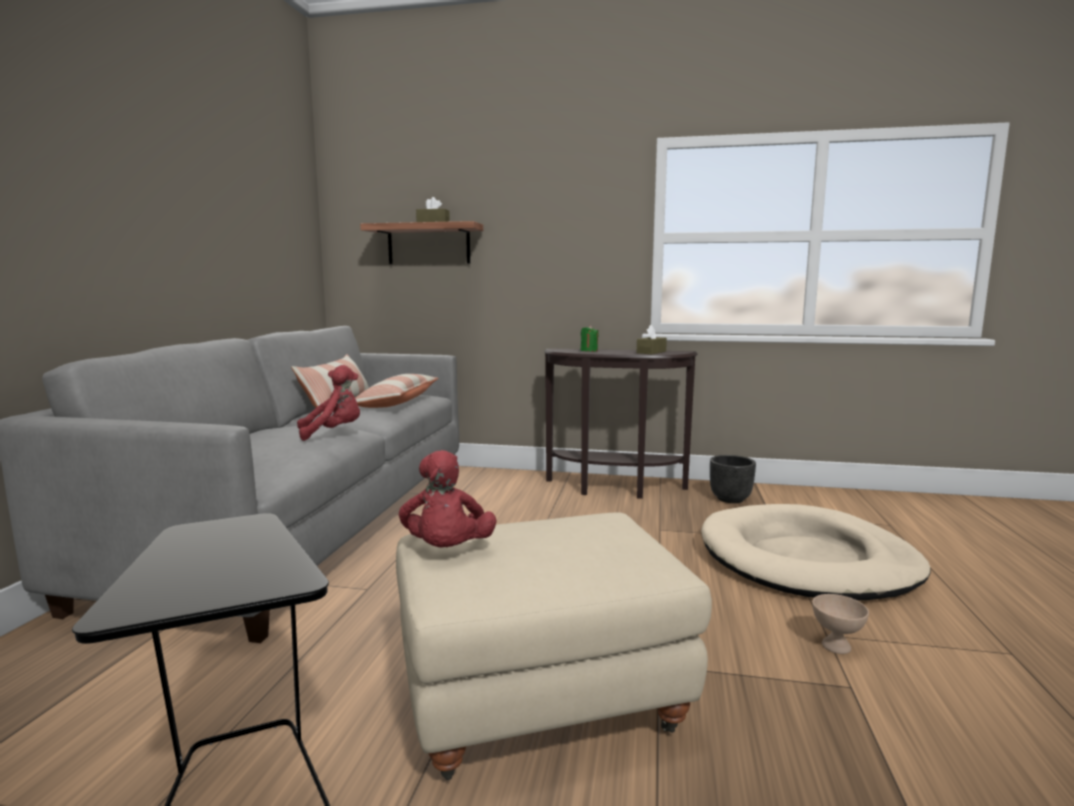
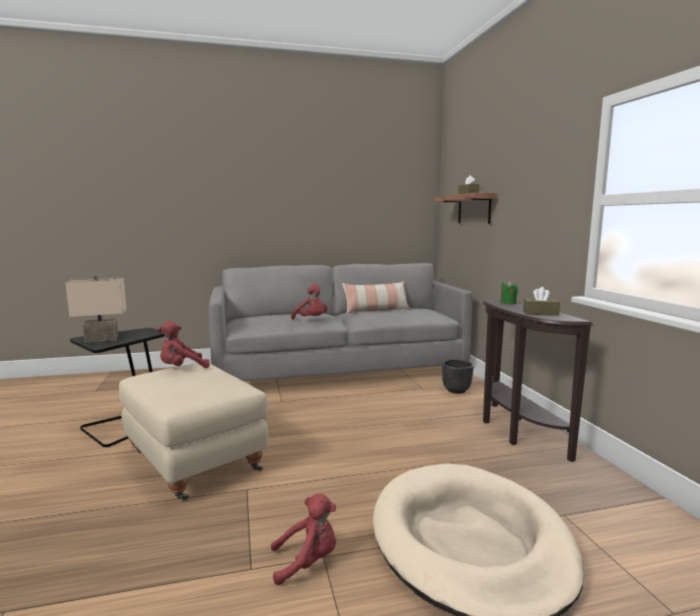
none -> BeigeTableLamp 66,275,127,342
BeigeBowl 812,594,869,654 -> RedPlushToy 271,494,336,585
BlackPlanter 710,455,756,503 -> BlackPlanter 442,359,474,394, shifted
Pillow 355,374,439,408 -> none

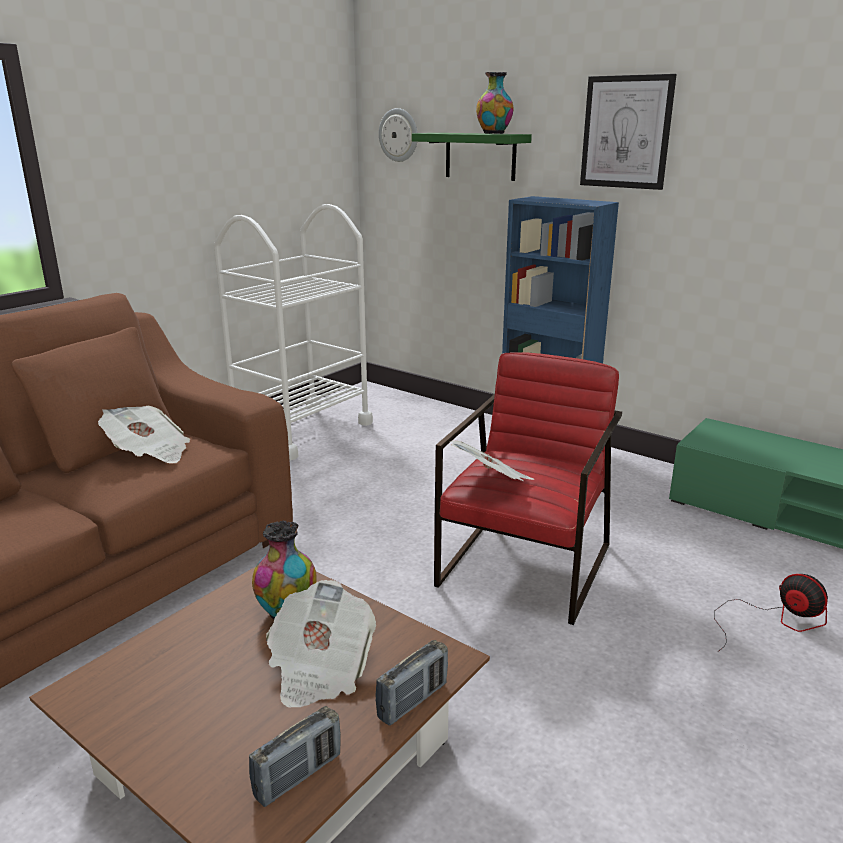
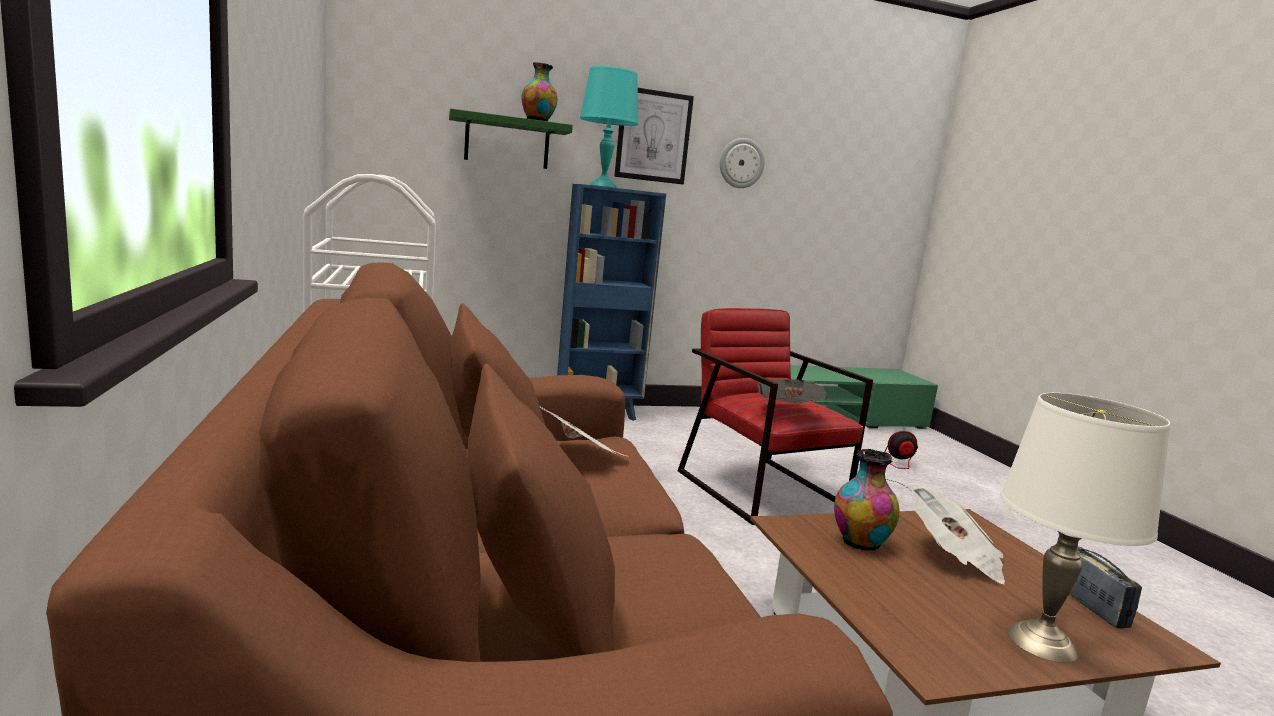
none -> TurquoiseTableLamp 580,66,639,188
WallClock 379,108,418,162 -> WallClock 720,138,765,188, shifted
none -> WhiteTableLamp 1000,393,1170,663
Radio 375,640,448,726 -> none

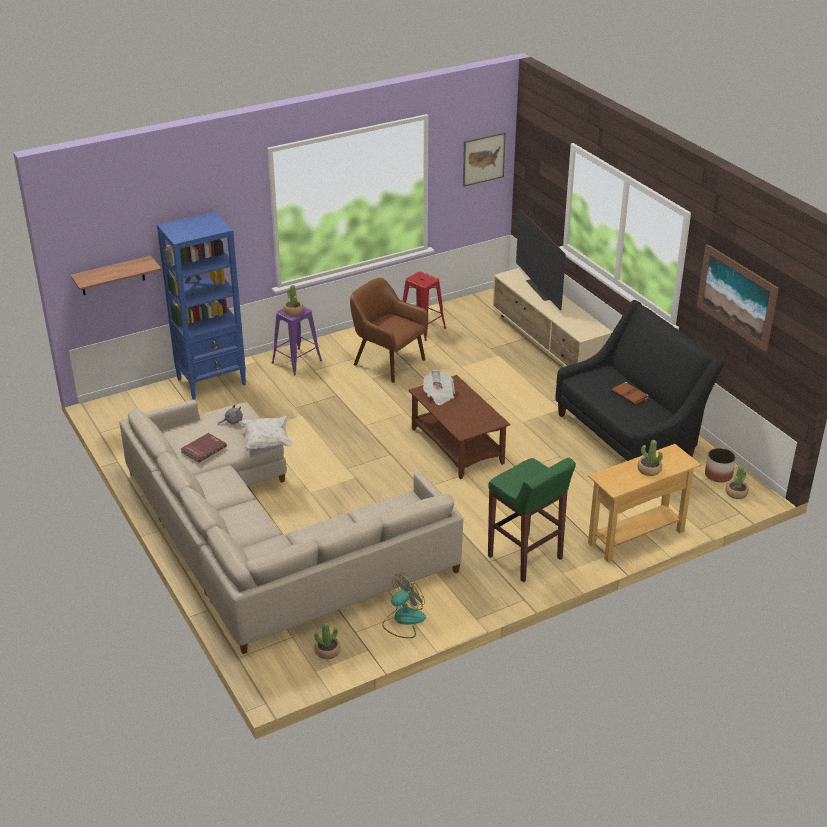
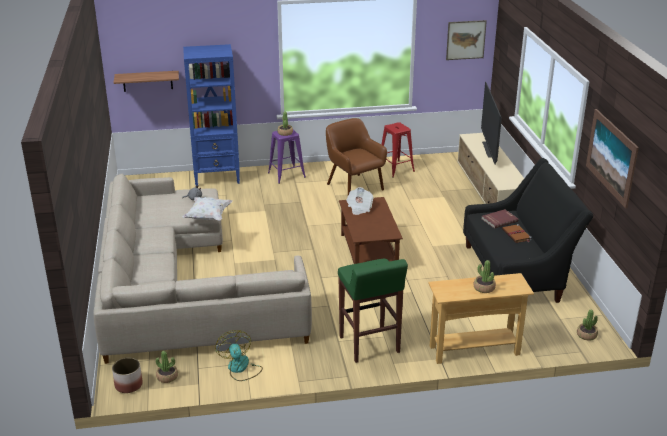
Planter 705,448,736,483 -> Planter 112,358,143,393, shifted
Fan 382,573,426,638 -> Fan 215,330,263,381, 90 degrees counterclockwise
RedBook 181,433,227,463 -> RedBook 482,209,519,229, shifted

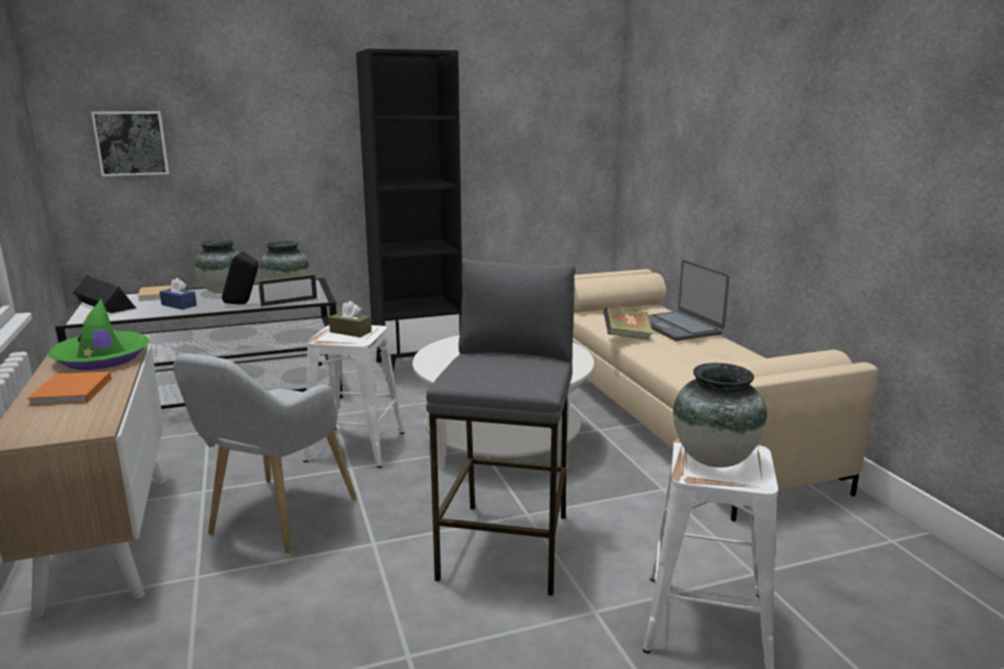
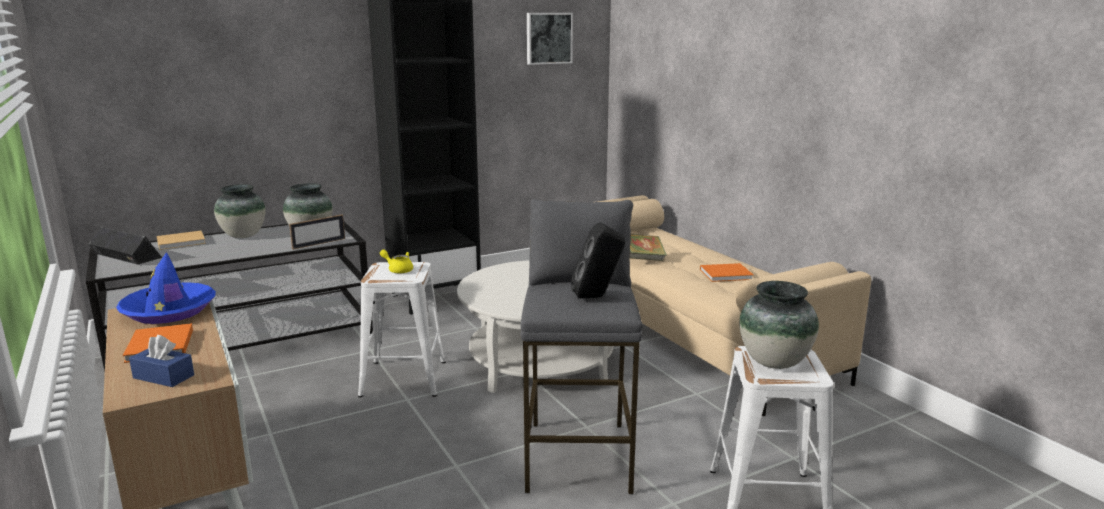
GreenHat 48,299,149,370 -> BlueHat 116,252,216,324
BlueTissueBox 160,278,197,309 -> BlueTissueBox 129,335,194,387, shifted
BrownTissueBox 329,301,372,337 -> YellowTeapot 380,249,413,274
Picture 91,111,169,176 -> Picture 527,13,573,65, shifted
BlackSpeaker 222,251,259,304 -> BlackSpeaker 571,222,625,298, shifted
none -> OrangeBook 700,263,754,282
GreyArmchair 173,353,357,553 -> none
Laptop 648,260,730,341 -> none

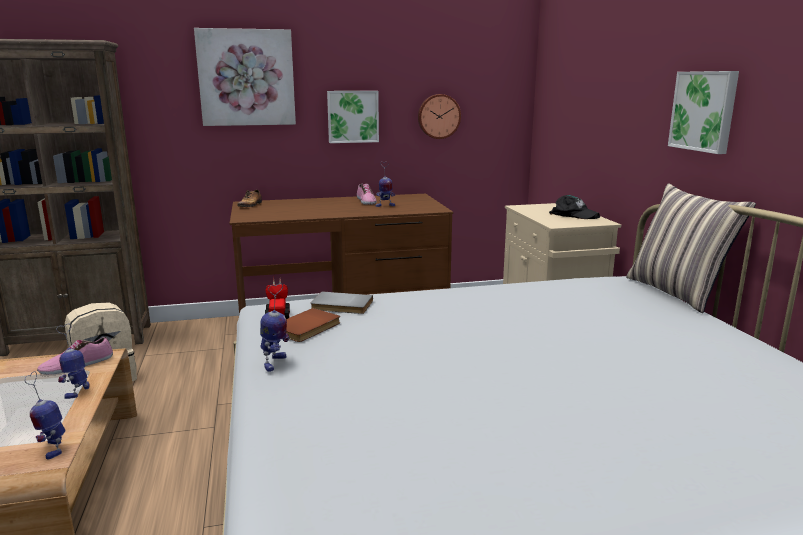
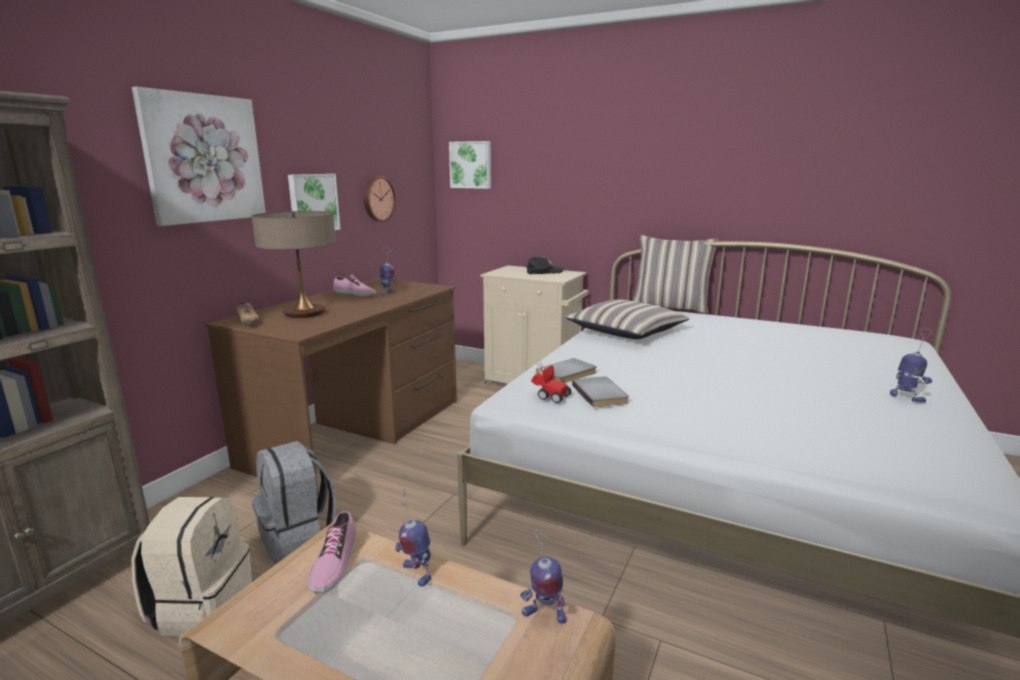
none -> GreyBackpack 251,441,336,563
none -> TableLamp 252,211,336,318
Picture 668,71,739,154 -> Picture 449,141,491,189, shifted
none -> Pillow 565,299,689,339
BrownBook 286,308,340,342 -> GreyBook 572,377,629,407
ToyRobot 260,283,289,372 -> ToyRobot 890,327,932,403, shifted

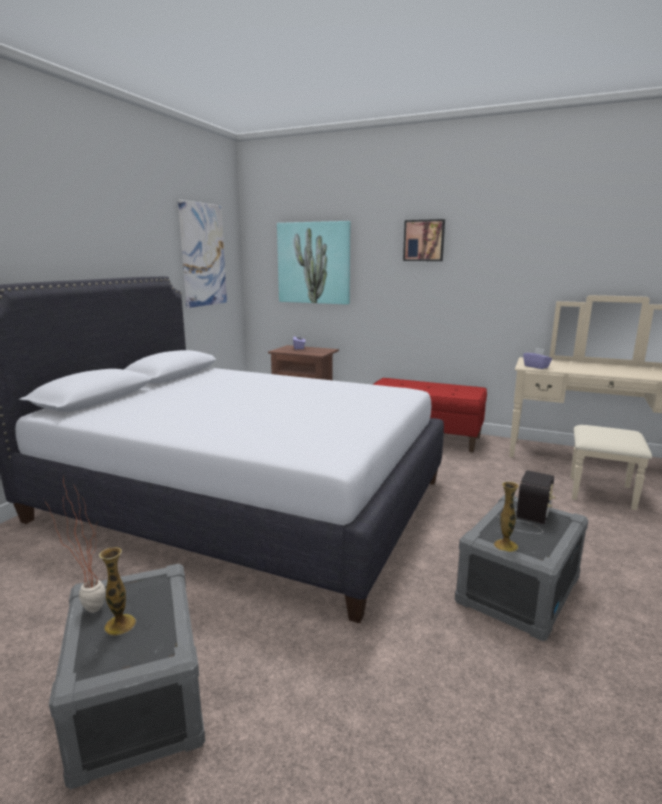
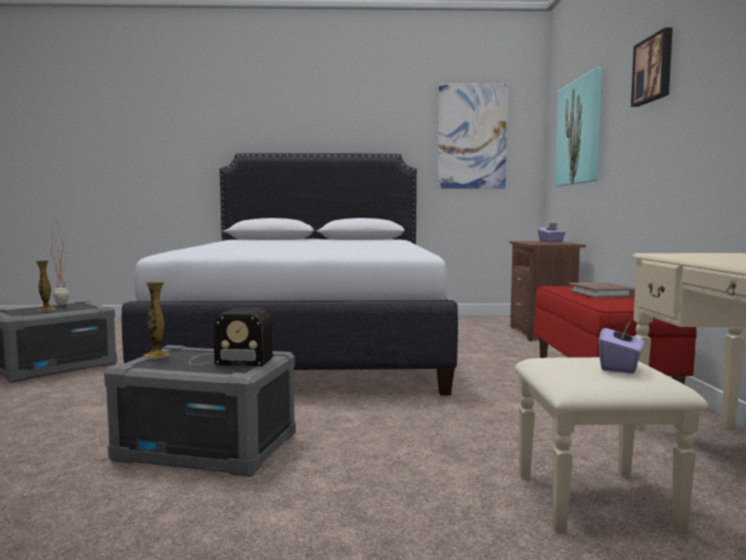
none -> BrownBook 569,282,635,298
PurpleTissueBox 523,348,552,369 -> PurpleTissueBox 599,320,644,374, shifted

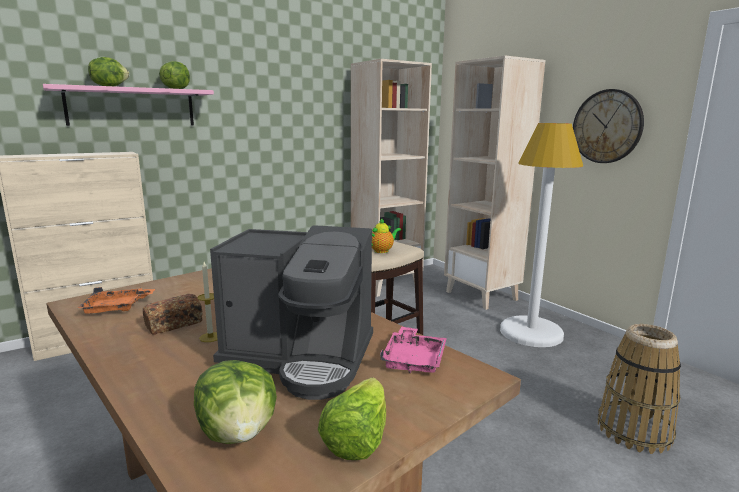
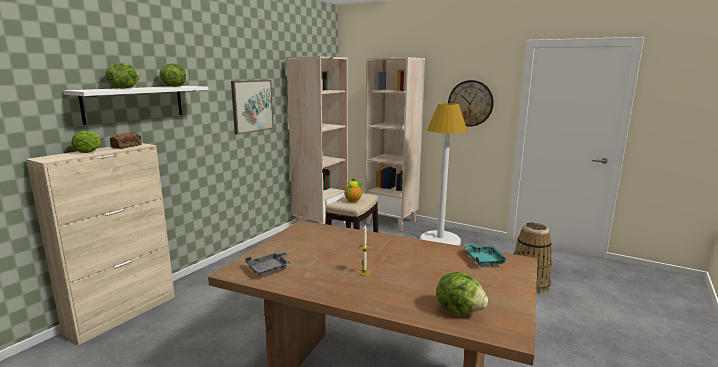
PinkShelf 43,84,214,126 -> WhiteShelf 63,86,209,125
Lettuce 318,377,386,460 -> Lettuce 72,131,101,153, shifted
Bread 143,294,203,335 -> Bread 110,132,142,149, shifted
none -> Picture 231,80,274,135
OrangeTray 78,287,155,314 -> GreyTray 245,251,291,276
PinkTray 380,326,447,373 -> TurquoiseTray 464,244,508,266
CoffeeMachine 210,225,373,400 -> none

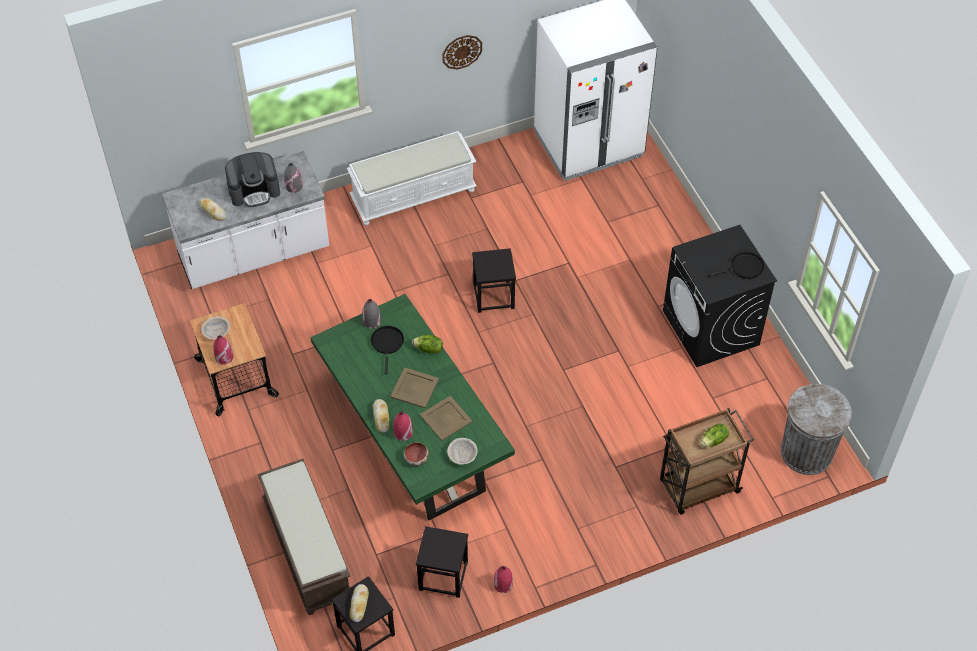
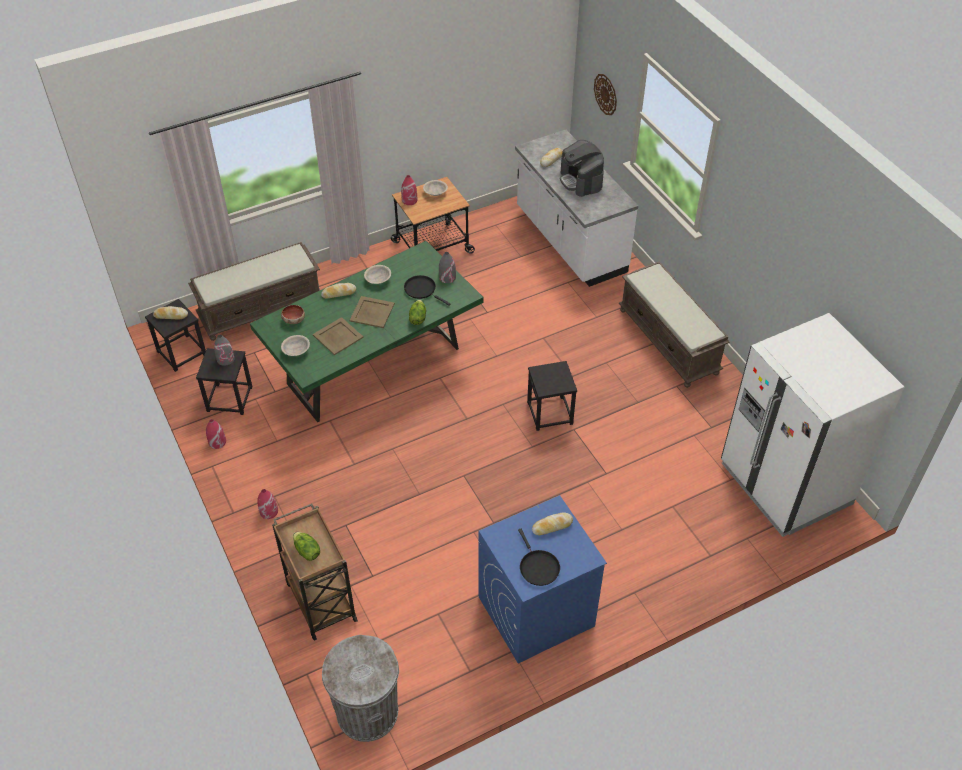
GreyVase 284,163,302,193 -> GreyVase 214,335,234,366, shifted
RedVase 393,411,413,441 -> RedVase 257,489,278,519, shifted
none -> BeigeBowl 364,265,391,284
BlackFryingPan 371,326,404,375 -> BlackFryingPan 404,275,451,306, 135 degrees counterclockwise
BlackWashingMachine 663,225,777,367 -> BlueWashingMachine 478,495,607,664
none -> Bread 532,512,573,535
WallClock 442,35,482,70 -> WallClock 594,74,617,115, shifted
WhiteBench 347,131,477,226 -> BrownBench 619,262,730,388

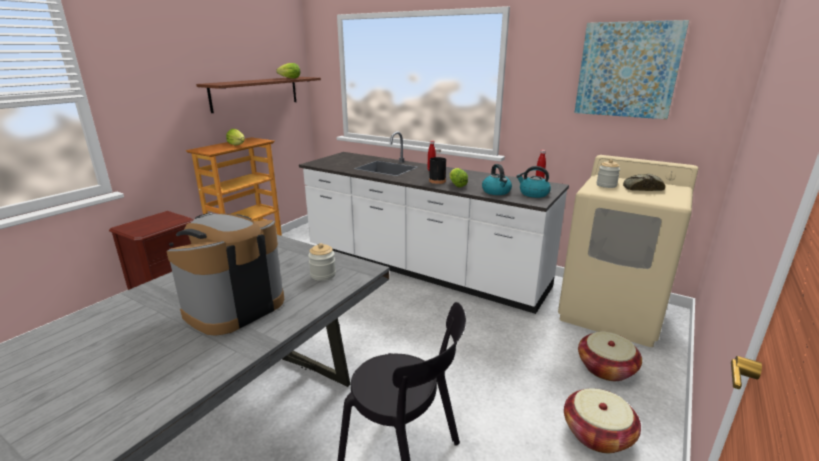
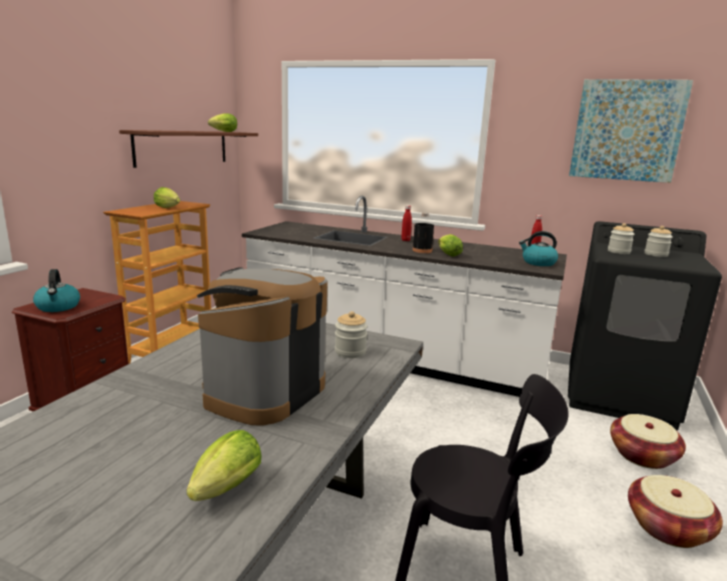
Kettle 482,164,512,195 -> Kettle 33,269,80,312, shifted
none -> Lettuce 187,430,262,501
BeigeWashingMachine 558,155,698,347 -> BlackWashingMachine 568,221,722,430
Bread 623,174,665,191 -> Jar 645,226,673,257

